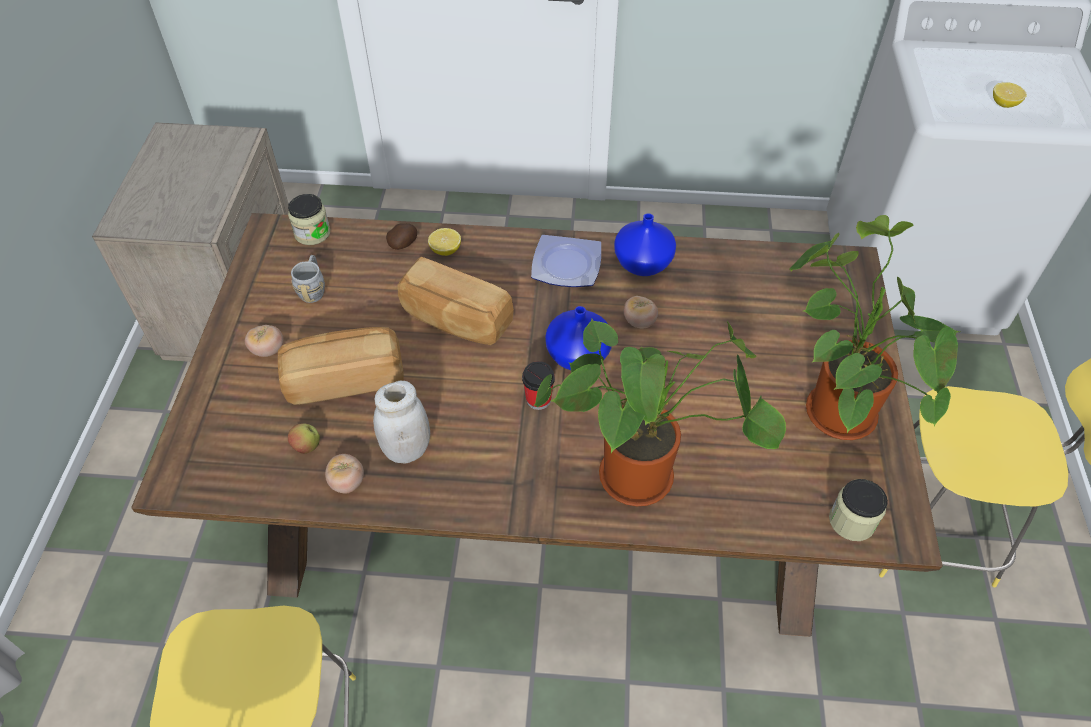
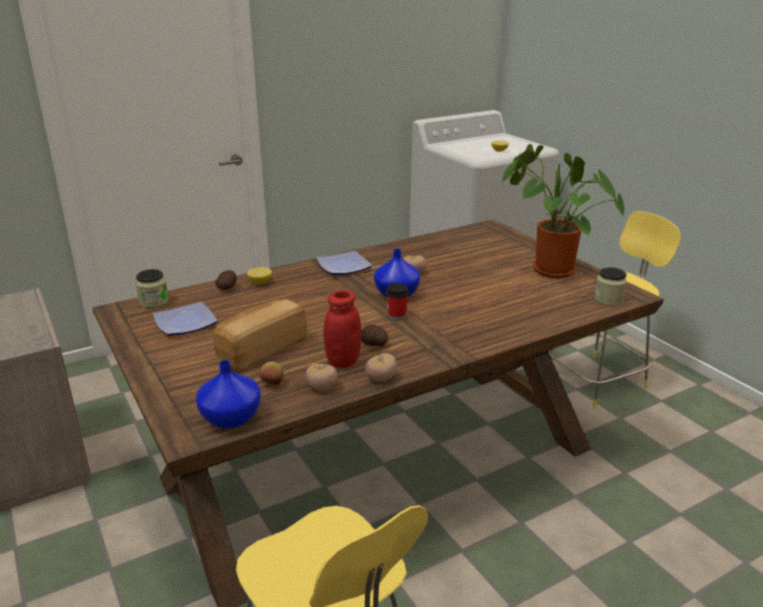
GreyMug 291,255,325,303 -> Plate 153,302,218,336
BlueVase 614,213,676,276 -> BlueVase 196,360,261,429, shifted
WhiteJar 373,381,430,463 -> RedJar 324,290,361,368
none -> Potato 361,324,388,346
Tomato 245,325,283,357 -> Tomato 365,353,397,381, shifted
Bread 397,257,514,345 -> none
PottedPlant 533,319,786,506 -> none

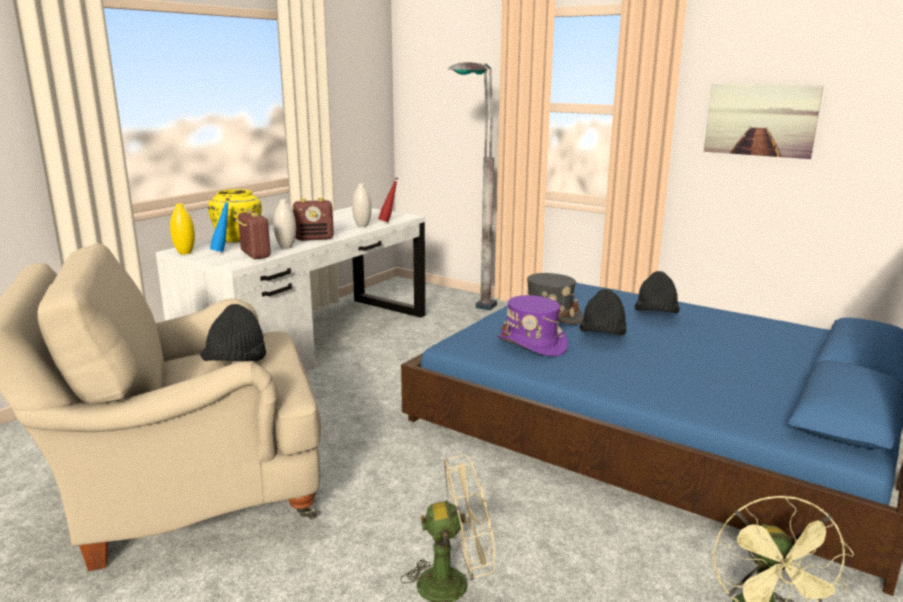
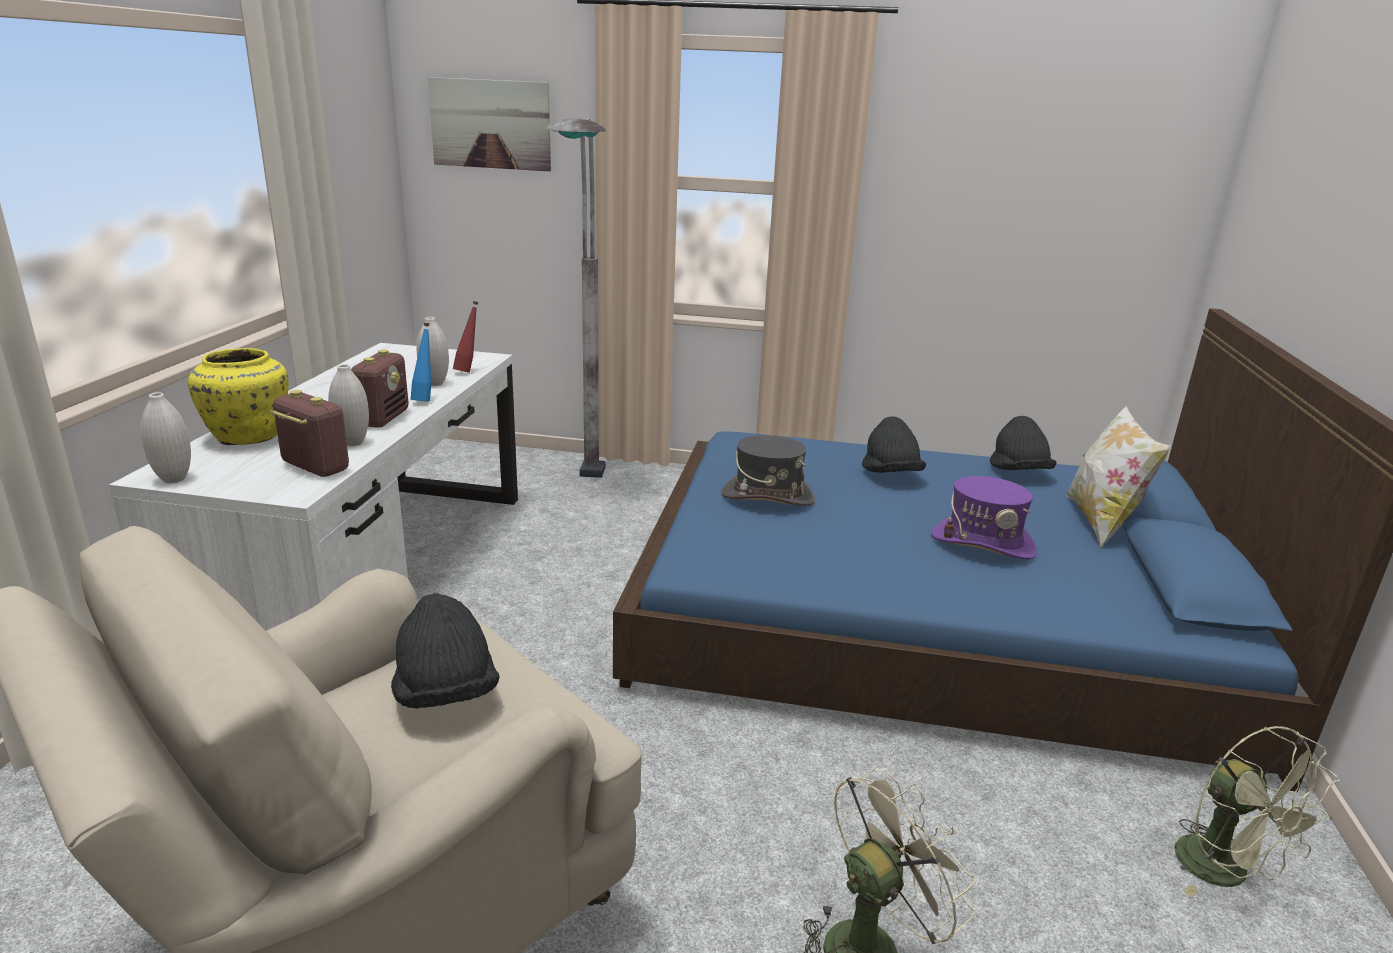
YellowVase 170,203,195,254 -> WhiteVase 140,392,191,483
Radio 293,198,334,241 -> Radio 351,349,409,428, 45 degrees counterclockwise
BlueBottle 210,198,229,252 -> BlueBottle 411,323,431,402, shifted
Picture 704,84,823,159 -> Picture 428,77,551,171, shifted
PurpleHat 497,295,568,356 -> PurpleHat 931,476,1037,559, shifted
BlackHat 580,289,627,335 -> BlackHat 990,416,1056,470, shifted
none -> Pillow 1066,406,1171,548

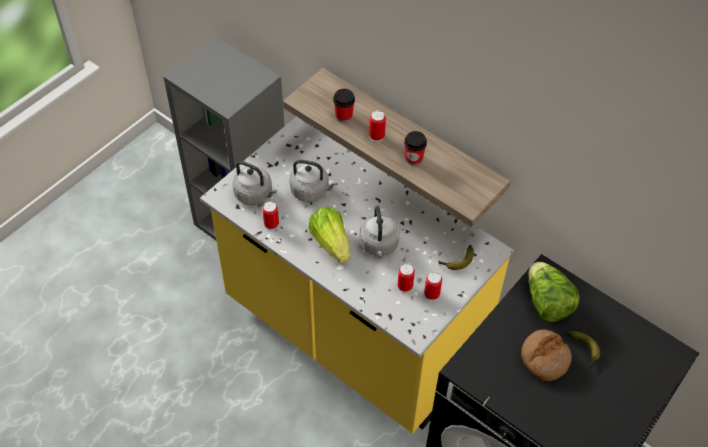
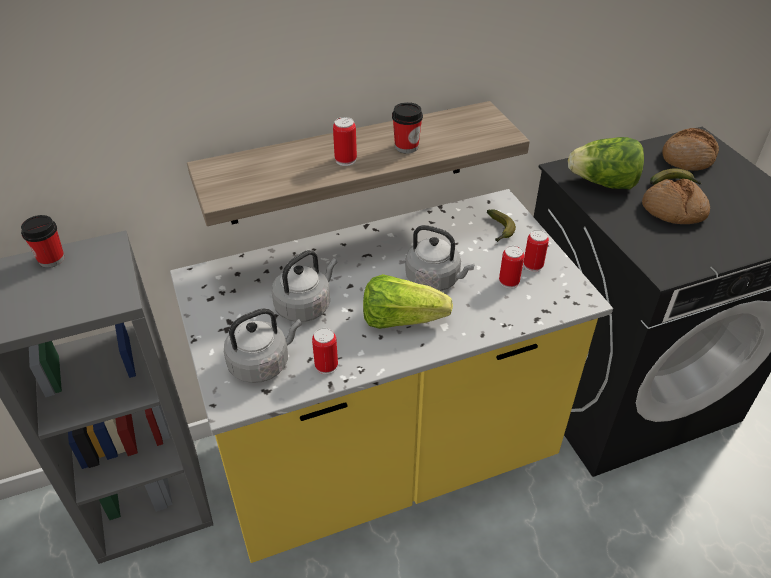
Cup 333,89,355,123 -> Cup 21,215,65,268, shifted
none -> Bread 662,128,719,171

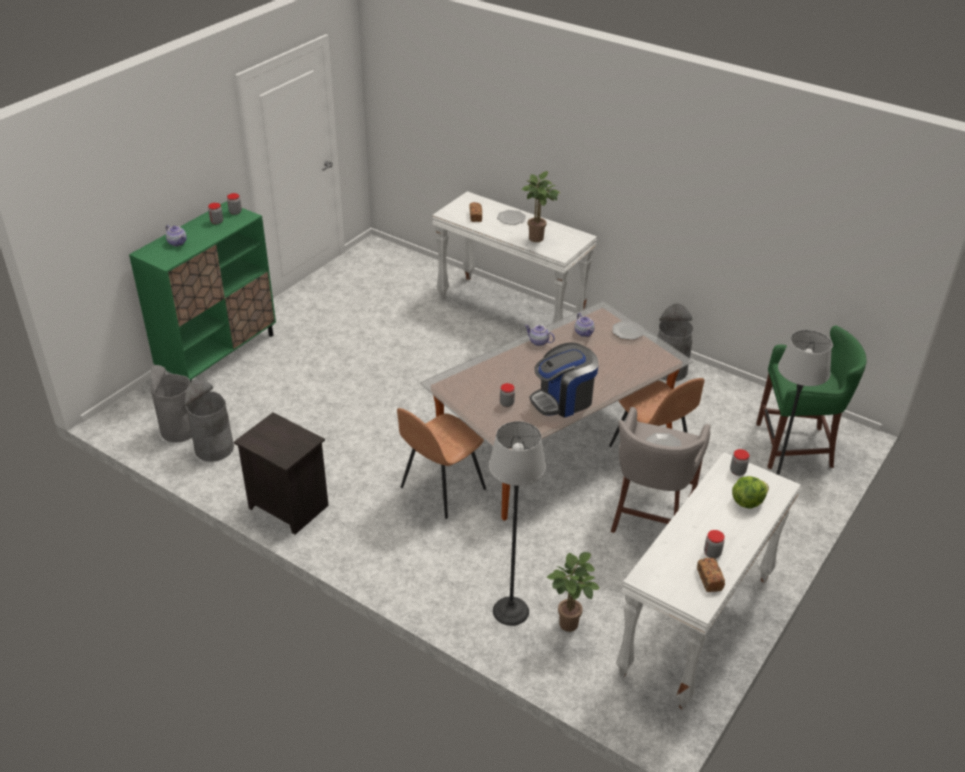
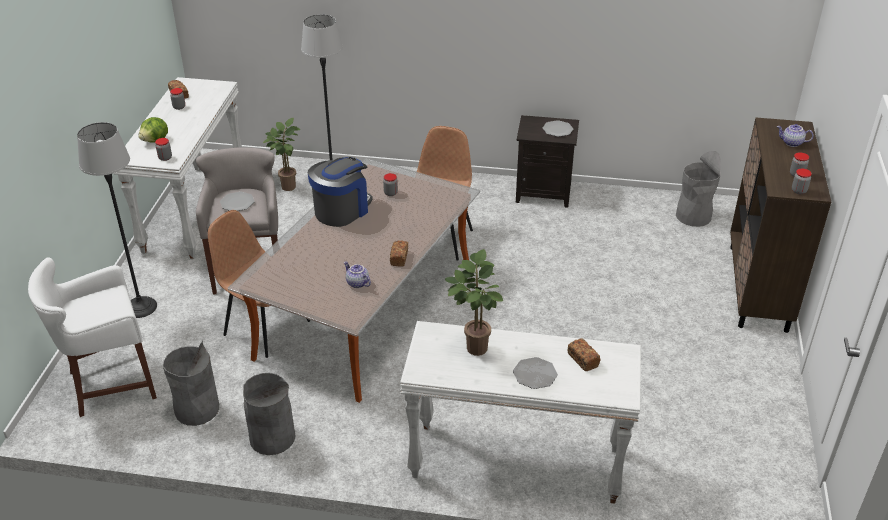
GreenStool 756,325,866,469 -> WhiteStool 28,257,157,417
GreyTrashCan 185,379,234,462 -> GreyTrashCan 163,341,219,426, shifted
Teapot 525,325,555,346 -> Bread 390,241,408,267
Plate 612,321,644,340 -> Plate 543,120,573,137, shifted
GreenCabinet 129,201,276,382 -> BrownCabinet 730,117,831,333

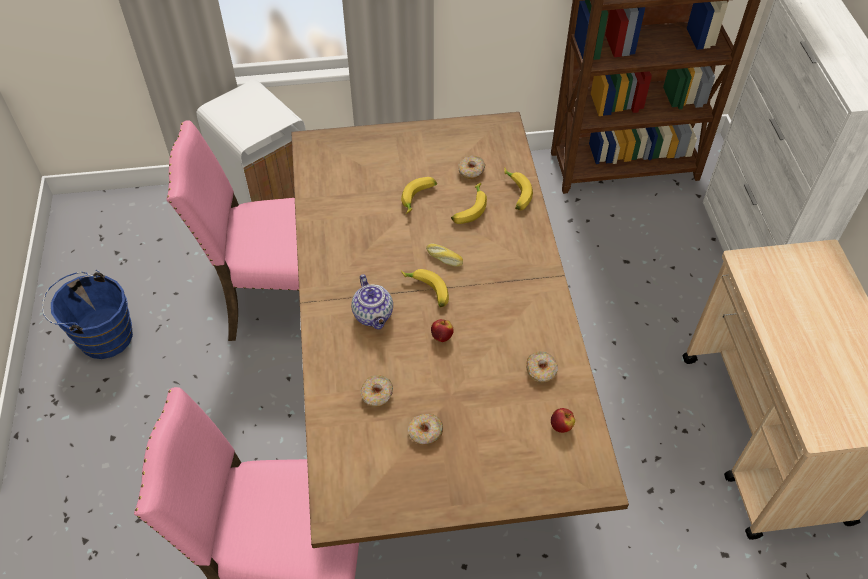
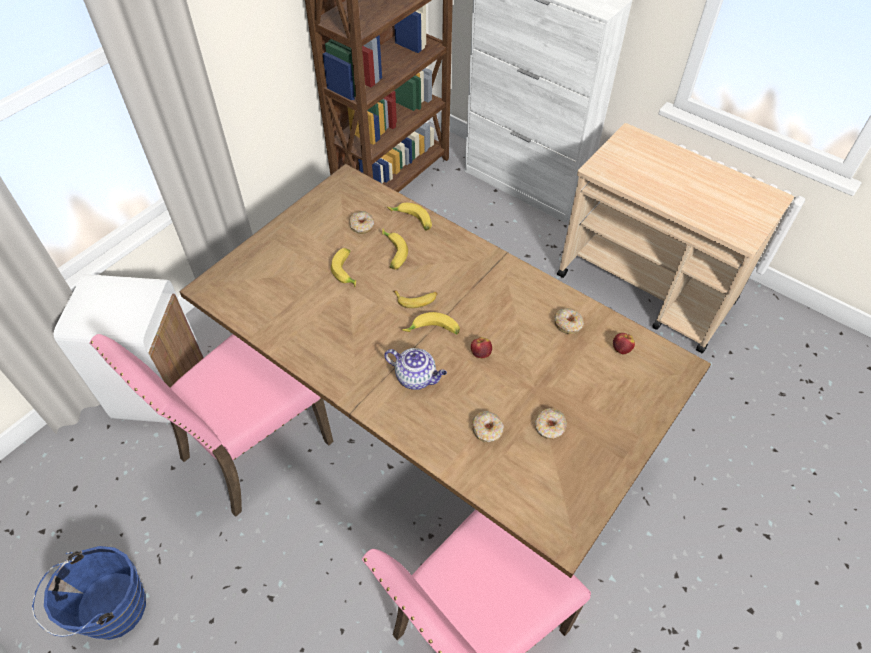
Bread 426,244,463,267 -> Banana 393,290,438,308

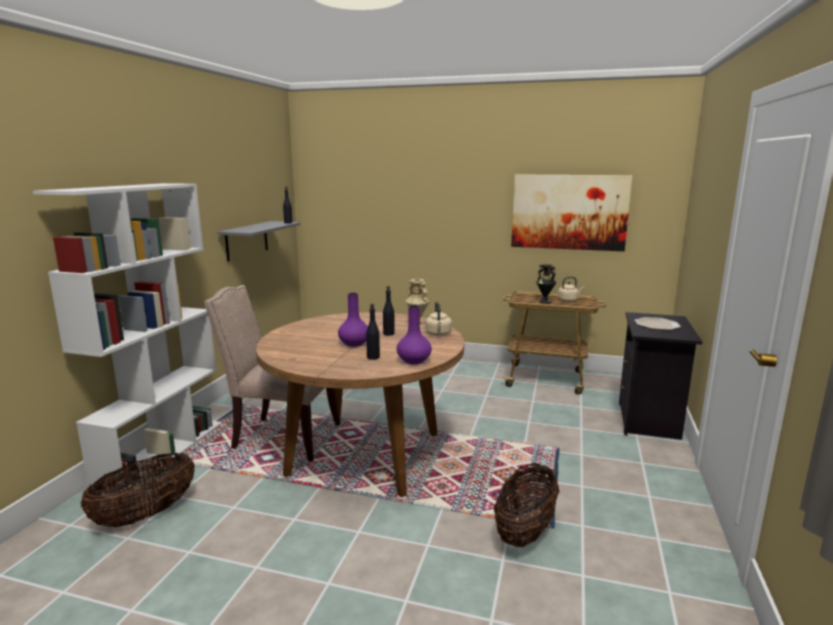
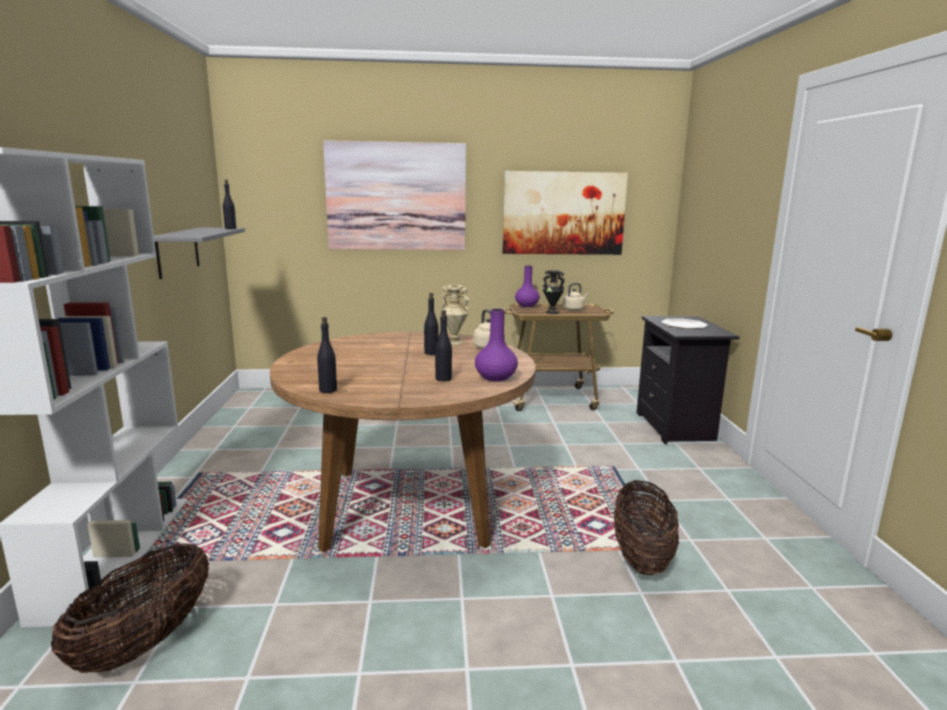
none -> BlackBottle 317,317,337,393
none -> Picture 323,140,466,250
PurpleVase 338,293,368,347 -> PurpleVase 515,265,540,307, shifted
BeigeChair 205,285,340,462 -> none

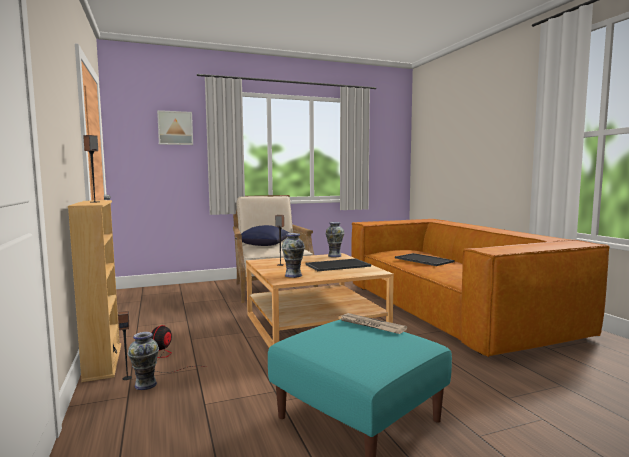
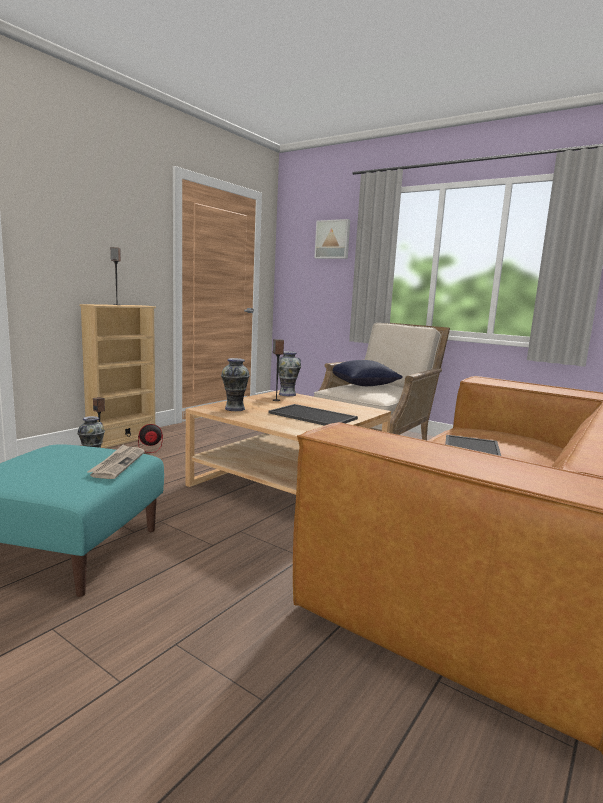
Vase 325,222,345,257 -> Vase 278,351,301,396, shifted

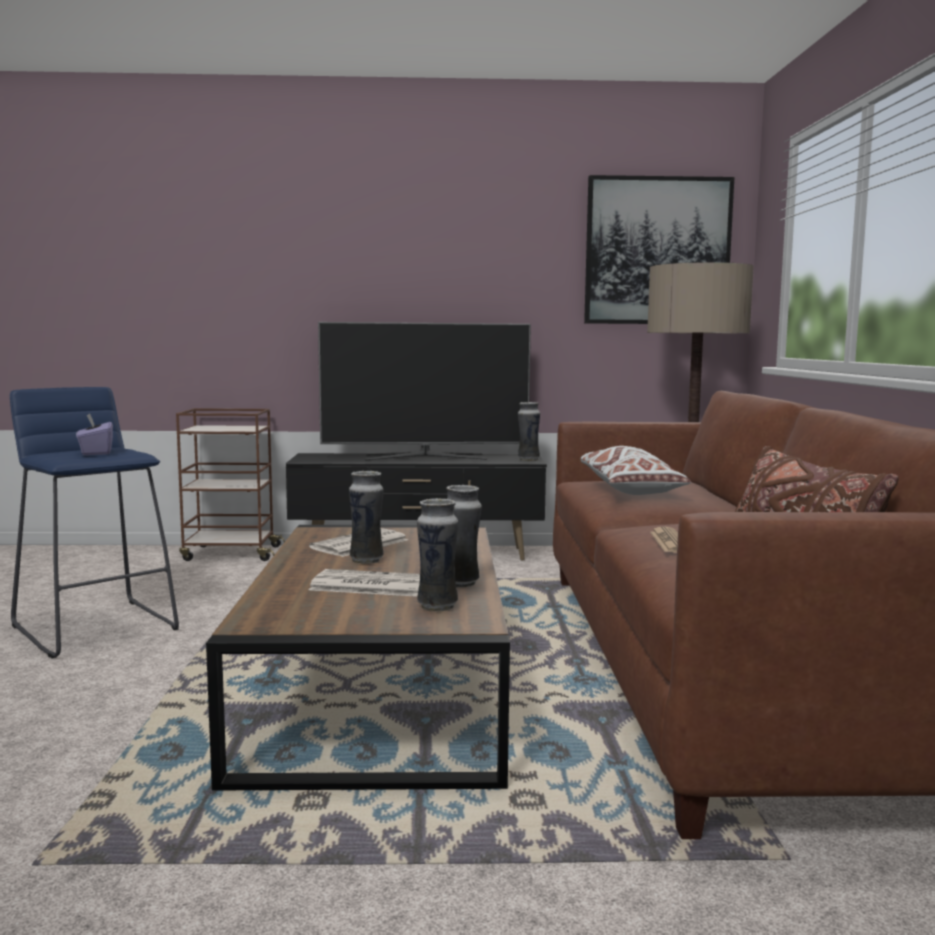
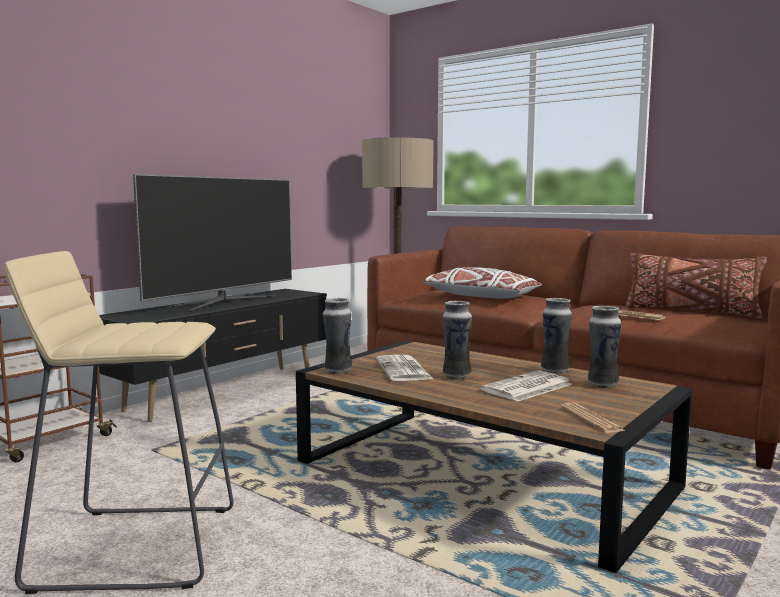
BlueStool 10,387,179,659 -> BeigeStool 4,251,234,594
Vase 518,402,540,461 -> Vase 323,298,352,374, shifted
none -> Newspaper 560,402,625,433
PurpleTissueBox 76,413,113,455 -> none
Picture 584,175,734,324 -> none

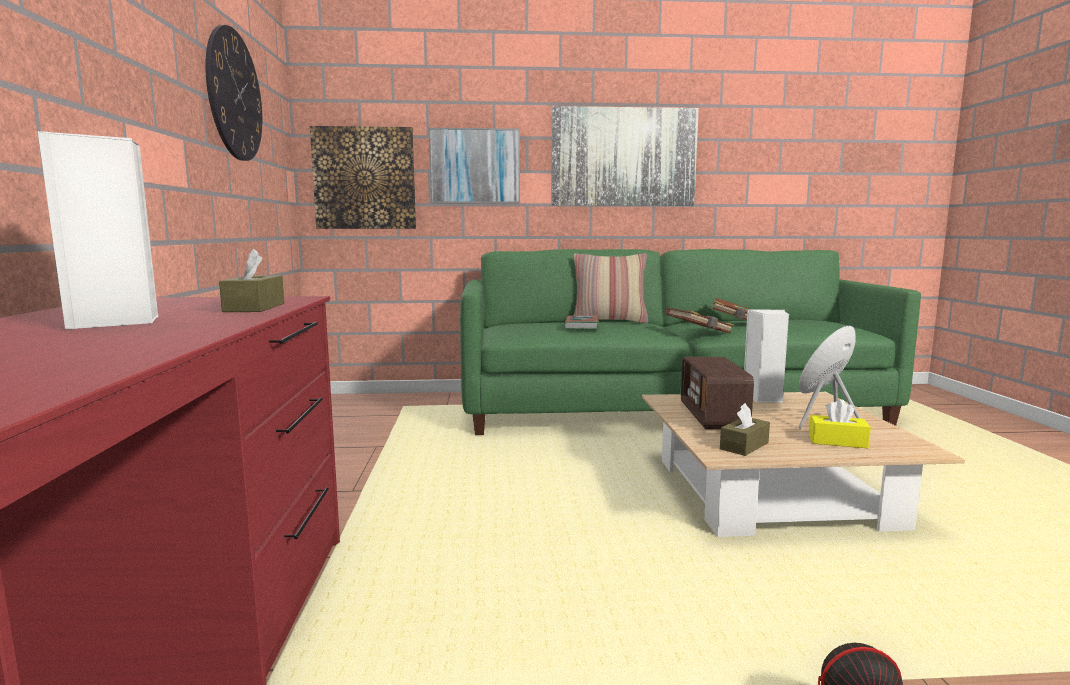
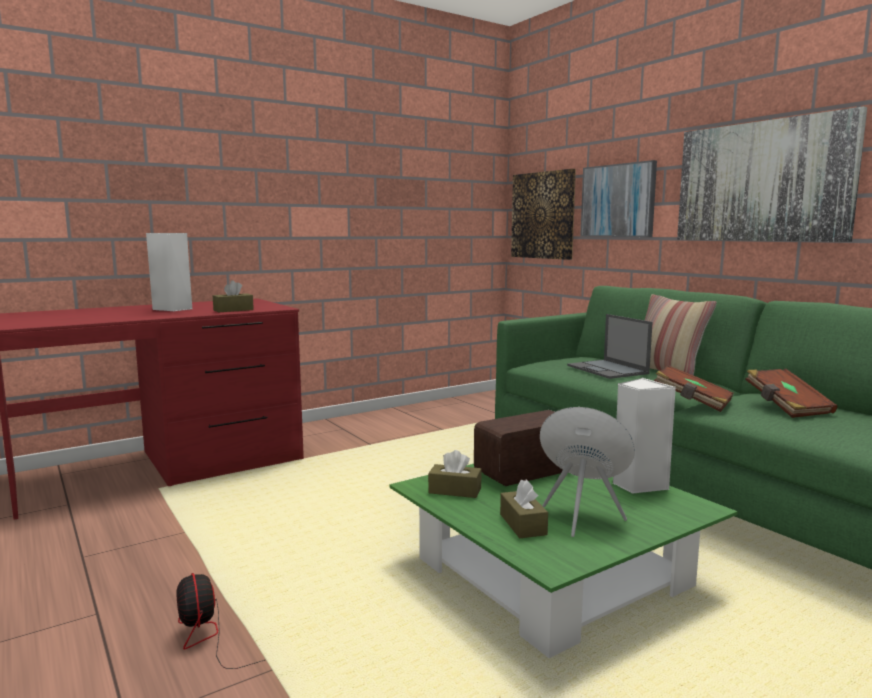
BeigeCoffeeTable 642,392,965,537 -> GreenCoffeeTable 389,464,738,658
YellowTissueBox 809,399,871,448 -> BrownTissueBox 500,480,548,538
Book 564,315,599,329 -> Laptop 567,314,653,379
WallClock 205,25,262,161 -> none

